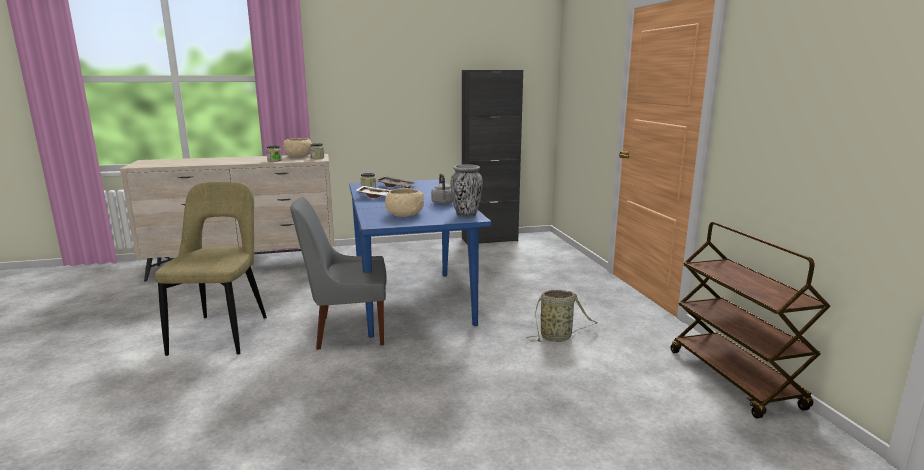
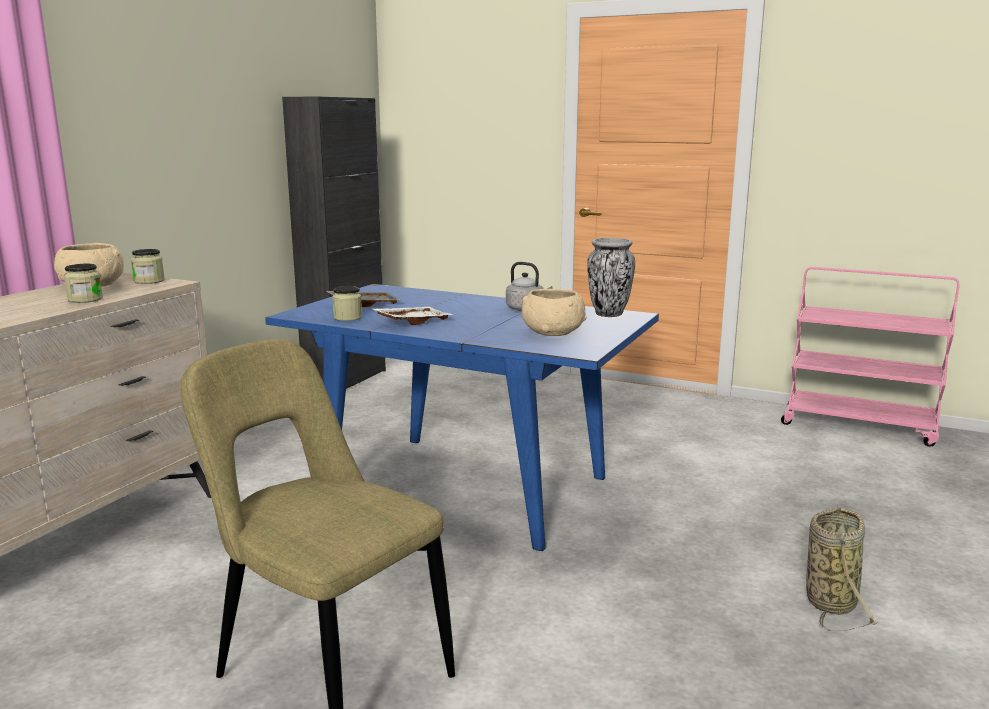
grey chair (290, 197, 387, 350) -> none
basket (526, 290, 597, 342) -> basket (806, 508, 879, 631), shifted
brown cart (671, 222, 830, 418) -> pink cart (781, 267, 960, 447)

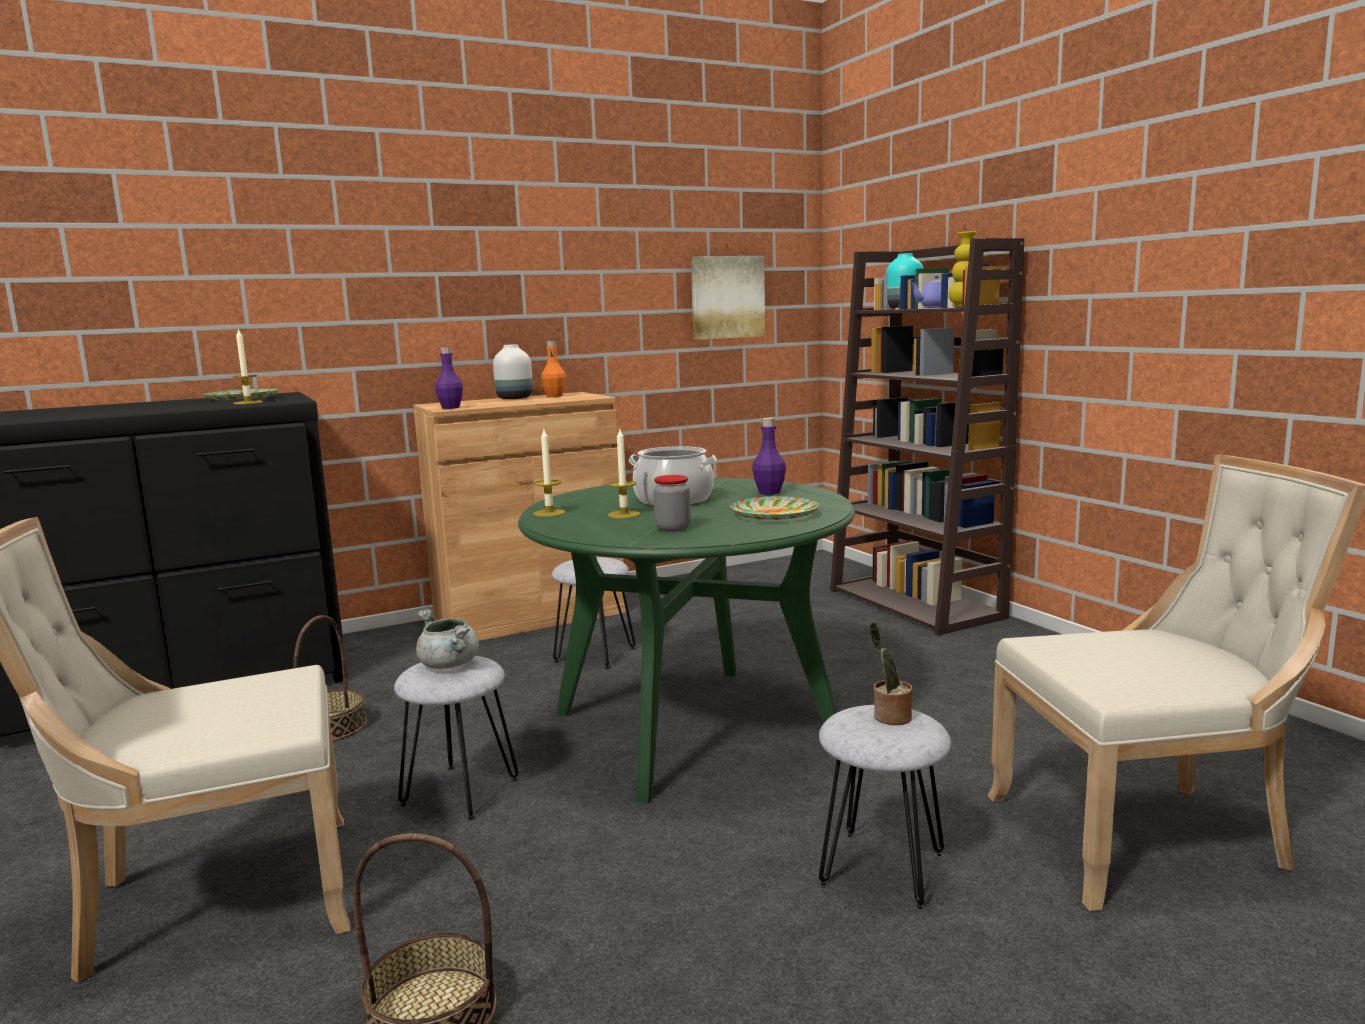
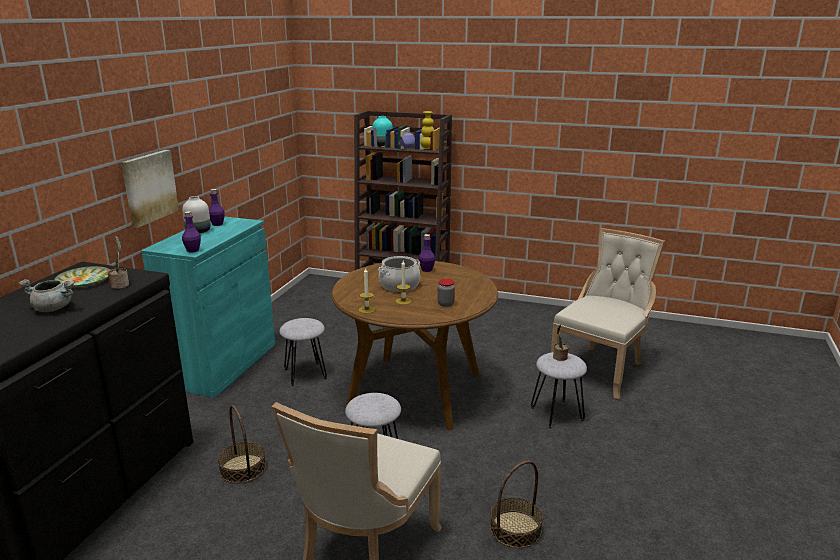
candle (232, 328, 263, 404) -> potted plant (108, 236, 129, 289)
brown cabinet (413, 392, 626, 641) -> turquoise cabinet (141, 217, 275, 398)
grey cooking pot (416, 609, 479, 669) -> grey cooking pot (19, 279, 75, 312), shifted
green dining table (518, 478, 855, 803) -> brown dining table (331, 261, 498, 431)
orange bottle (541, 341, 566, 397) -> purple bottle (209, 189, 225, 226)
picture (691, 256, 765, 340) -> picture (121, 150, 179, 228), shifted
plate (730, 496, 819, 520) -> none

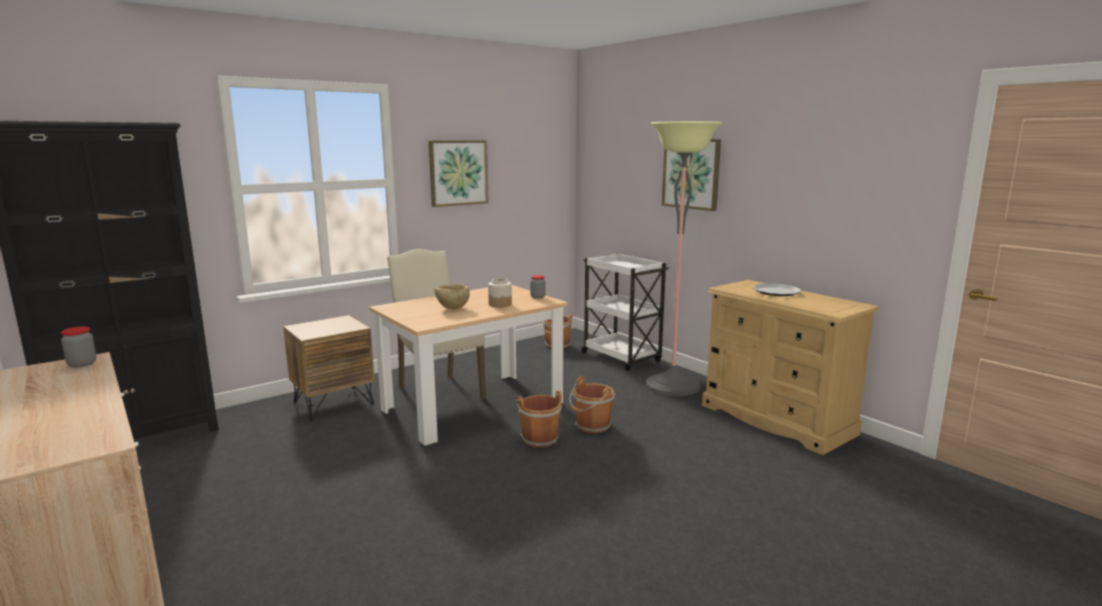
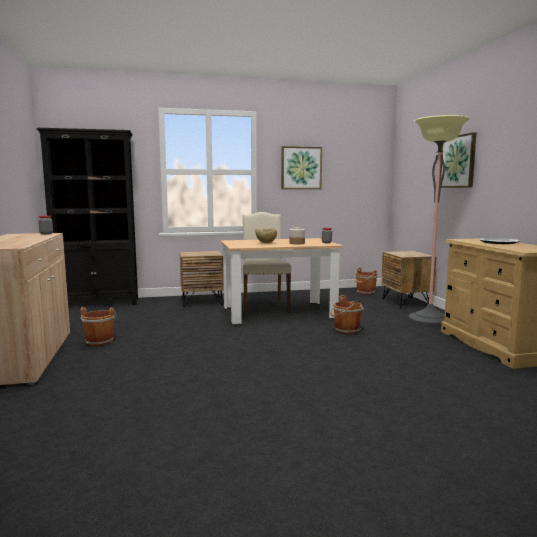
brown bucket (516, 391, 562, 448) -> brown bucket (81, 307, 117, 346), shifted
white cart (581, 253, 669, 371) -> brown nightstand (381, 251, 437, 308)

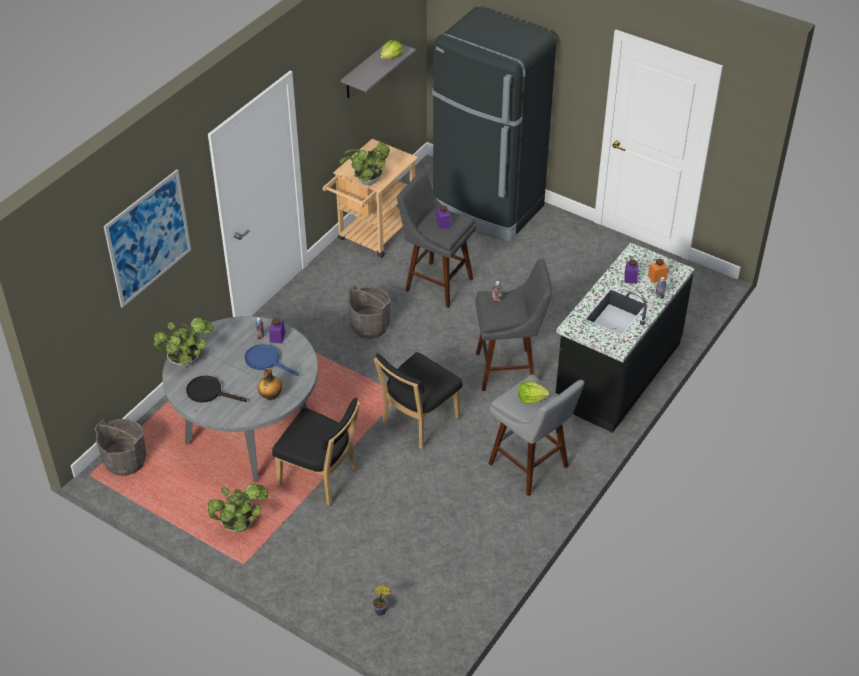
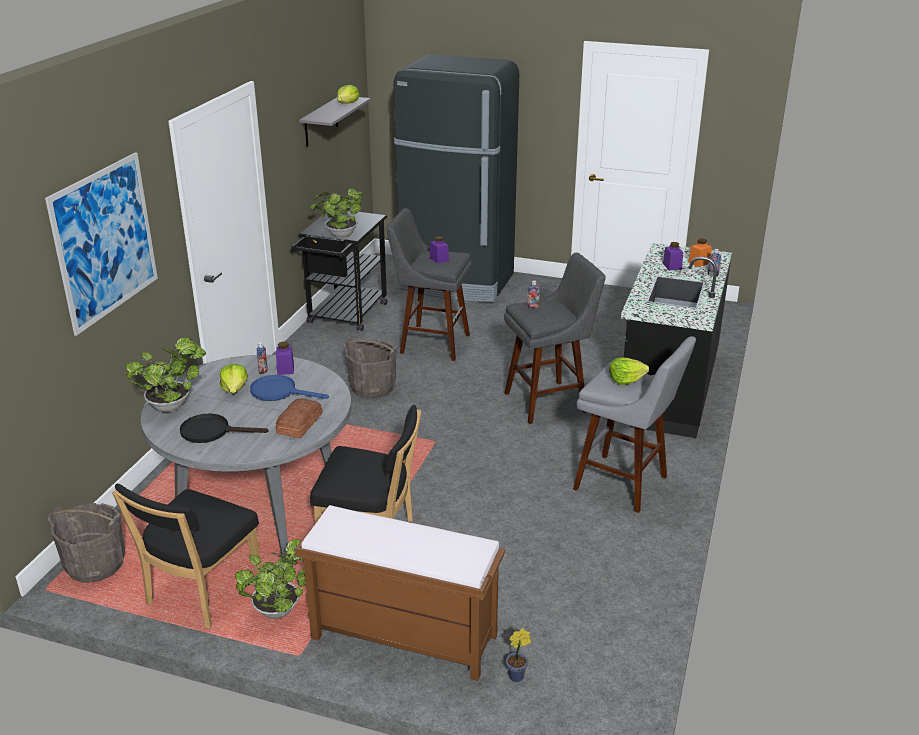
bottle (258, 368, 282, 400) -> bread (276, 399, 322, 438)
beige cart (323, 139, 418, 258) -> black cart (291, 210, 388, 331)
black chair (374, 352, 463, 449) -> black chair (112, 484, 262, 628), shifted
none -> lettuce (220, 364, 248, 393)
none -> brown bench (295, 505, 505, 681)

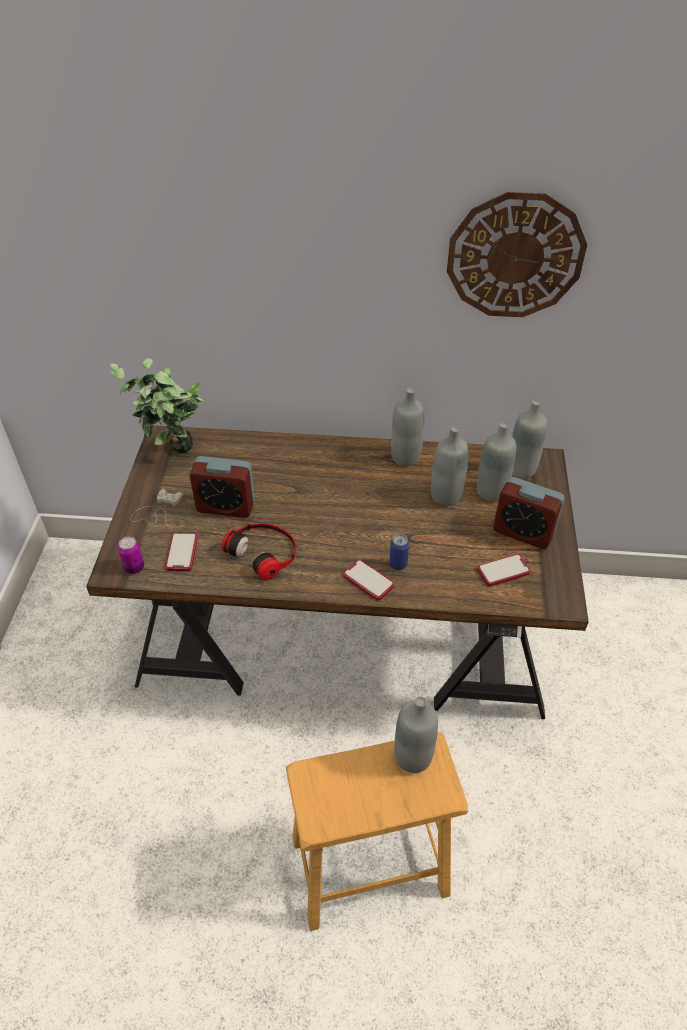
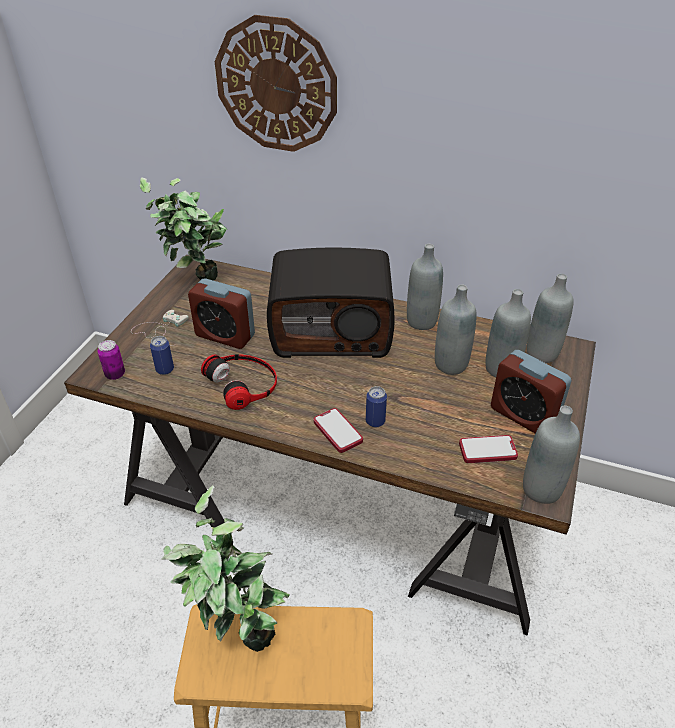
phone (165, 533, 198, 571) -> can (150, 336, 174, 375)
grey bottle (394, 696, 438, 773) -> grey bottle (523, 406, 580, 504), shifted
wall clock (447, 192, 587, 317) -> wall clock (215, 15, 337, 152), shifted
none -> potted plant (162, 485, 290, 652)
none -> radio (267, 247, 395, 358)

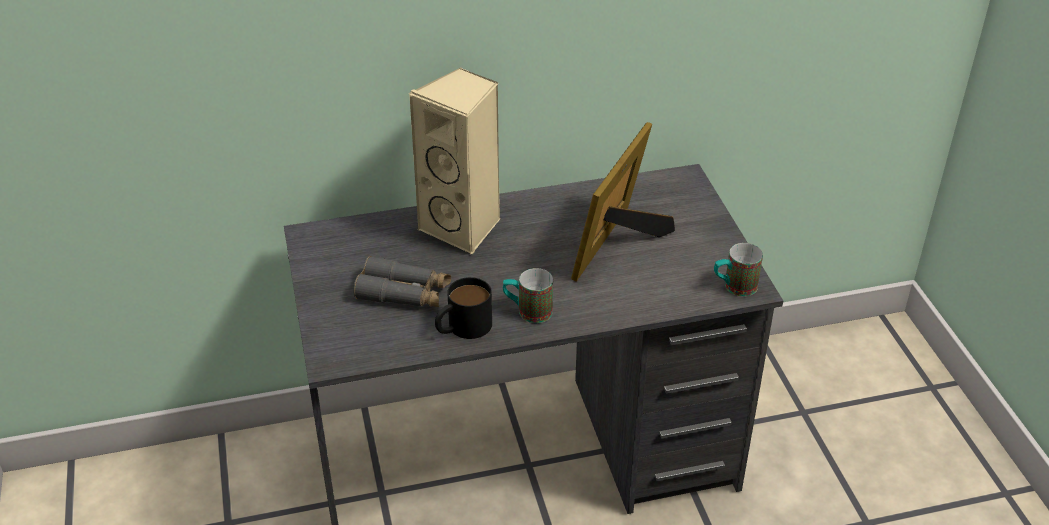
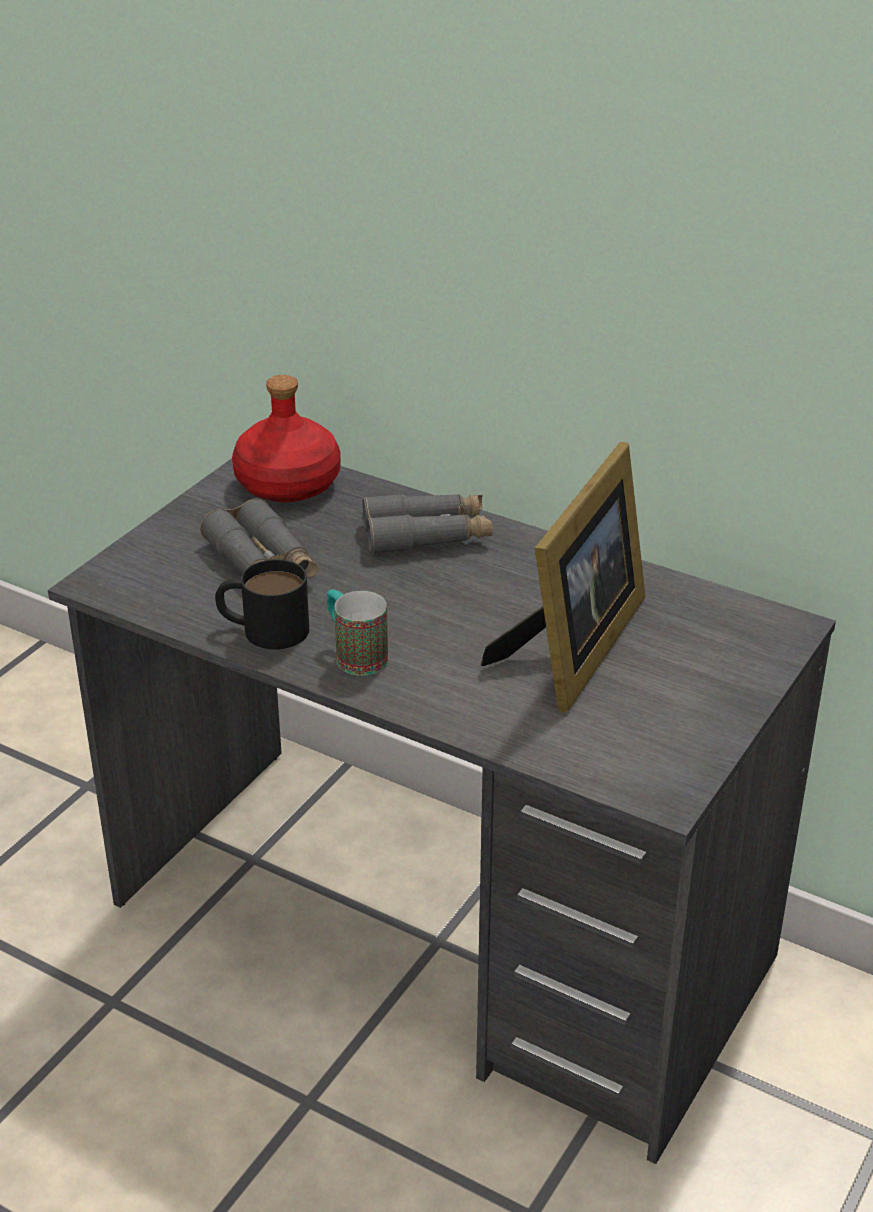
beige speaker (409, 68, 501, 255) -> grey binoculars (362, 494, 493, 554)
picture frame (571, 122, 675, 282) -> picture frame (481, 442, 646, 713), 135 degrees clockwise
mug (714, 243, 763, 297) -> none
none -> red bottle (232, 375, 341, 502)

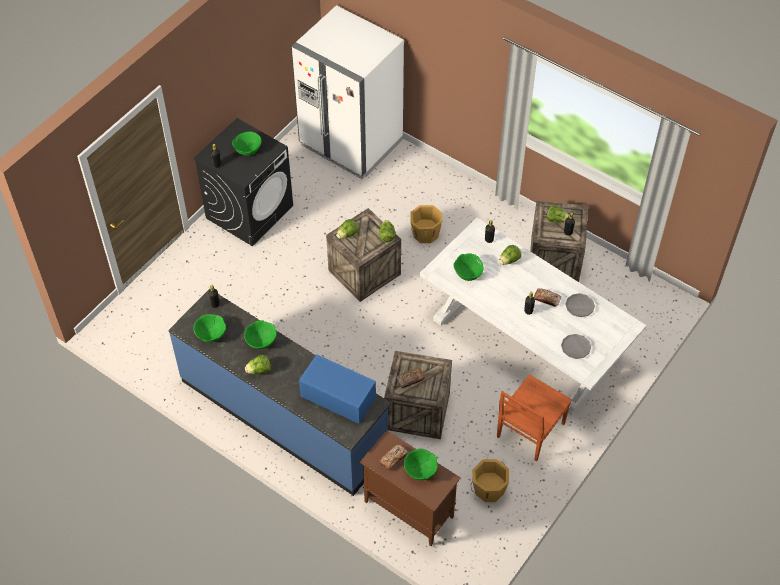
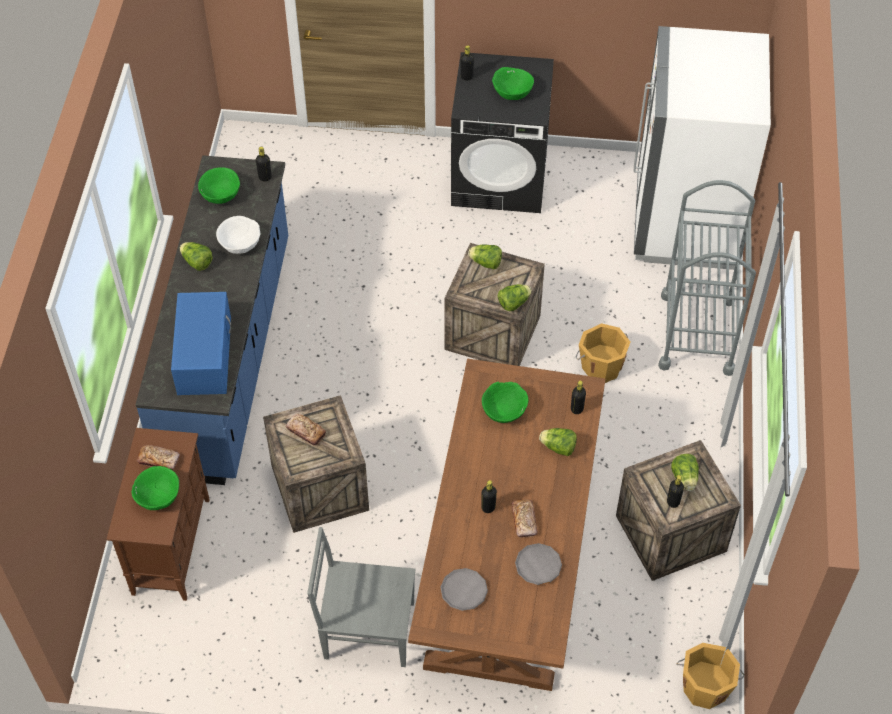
green bowl (244, 320, 277, 349) -> white bowl (216, 216, 260, 254)
white dining table (419, 218, 646, 416) -> brown dining table (408, 359, 605, 691)
orange bucket (471, 459, 509, 502) -> orange bucket (676, 643, 745, 709), shifted
brown chair (497, 374, 572, 461) -> grey chair (307, 527, 416, 667)
none -> grey cart (658, 180, 756, 376)

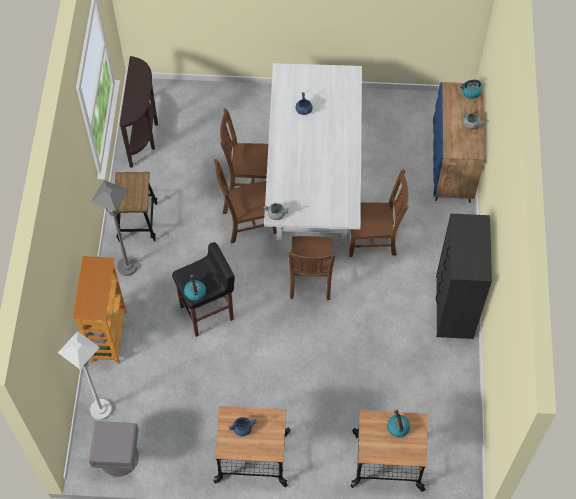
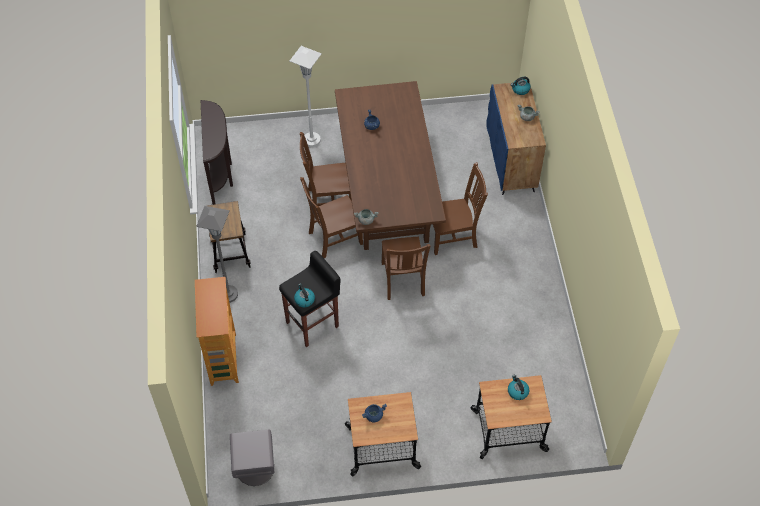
white floor lamp (58, 331, 112, 420) -> white floor lamp (290, 46, 322, 147), shifted
white dining table (264, 63, 362, 242) -> brown dining table (335, 81, 446, 250)
black dresser (436, 213, 492, 339) -> none

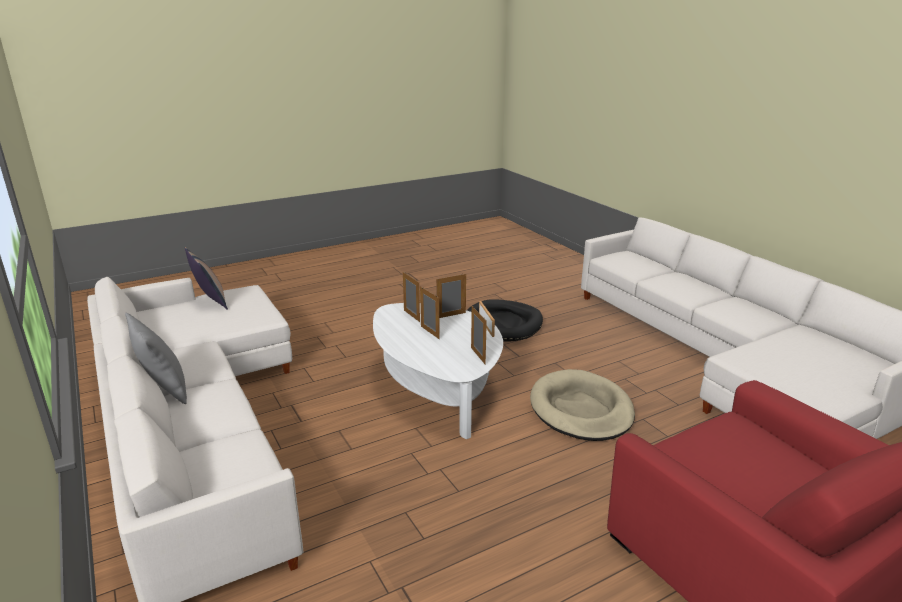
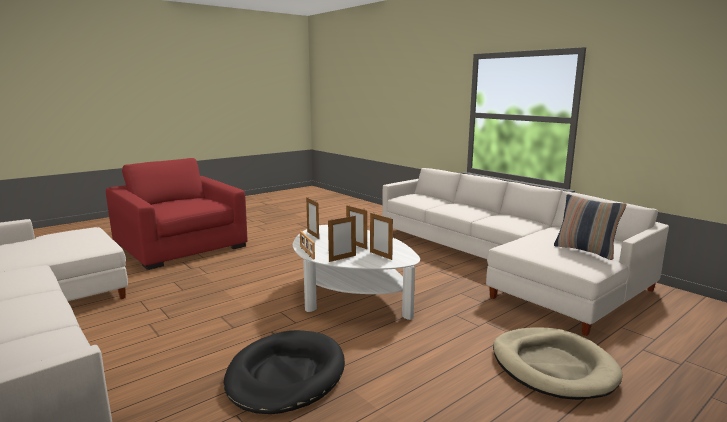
grey pillow (125, 313, 187, 404) -> none
beige dog bed (530, 369, 635, 441) -> beige dog bed (493, 327, 623, 400), shifted

